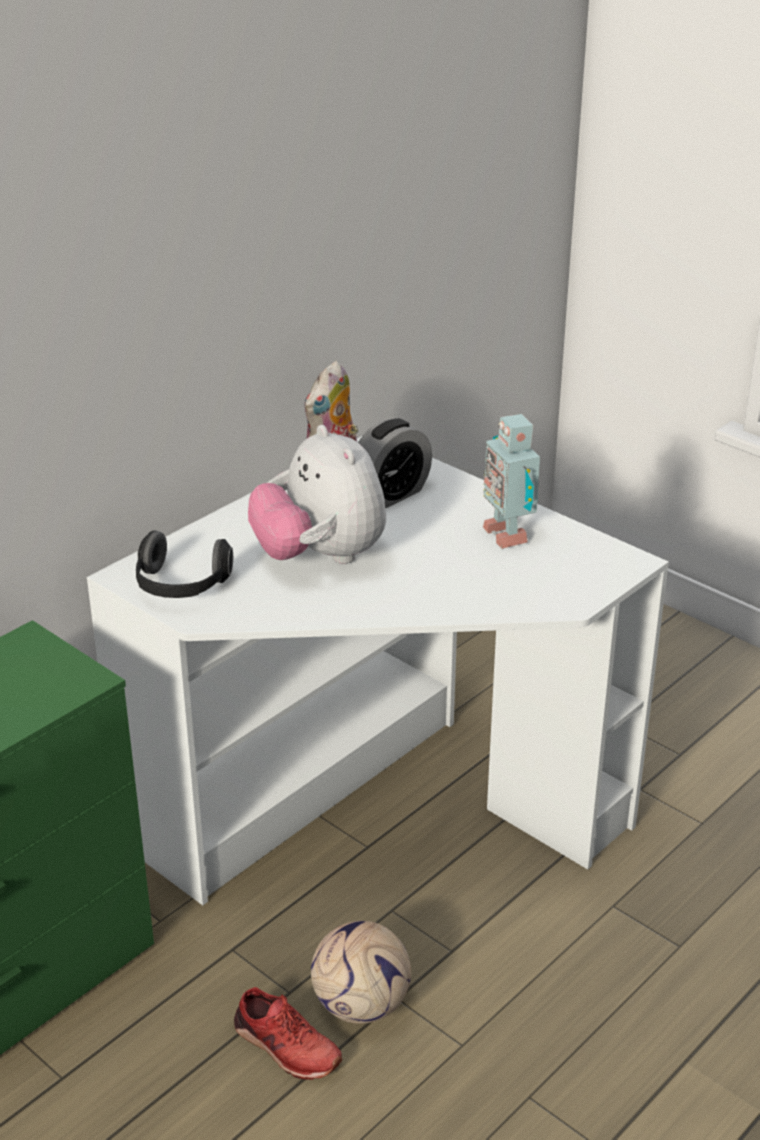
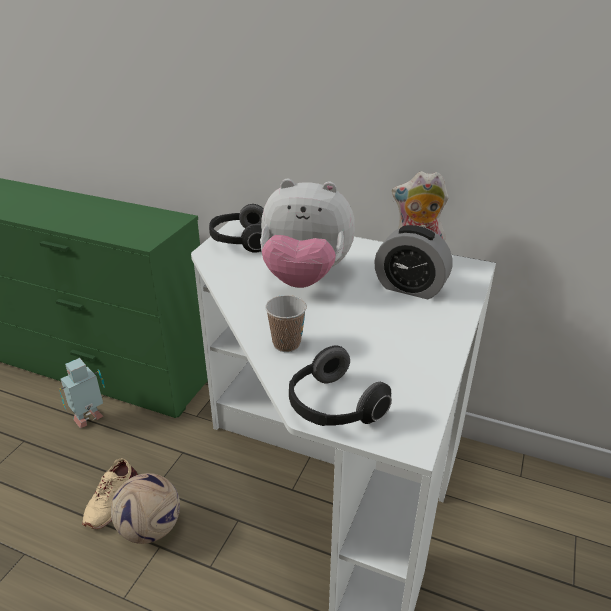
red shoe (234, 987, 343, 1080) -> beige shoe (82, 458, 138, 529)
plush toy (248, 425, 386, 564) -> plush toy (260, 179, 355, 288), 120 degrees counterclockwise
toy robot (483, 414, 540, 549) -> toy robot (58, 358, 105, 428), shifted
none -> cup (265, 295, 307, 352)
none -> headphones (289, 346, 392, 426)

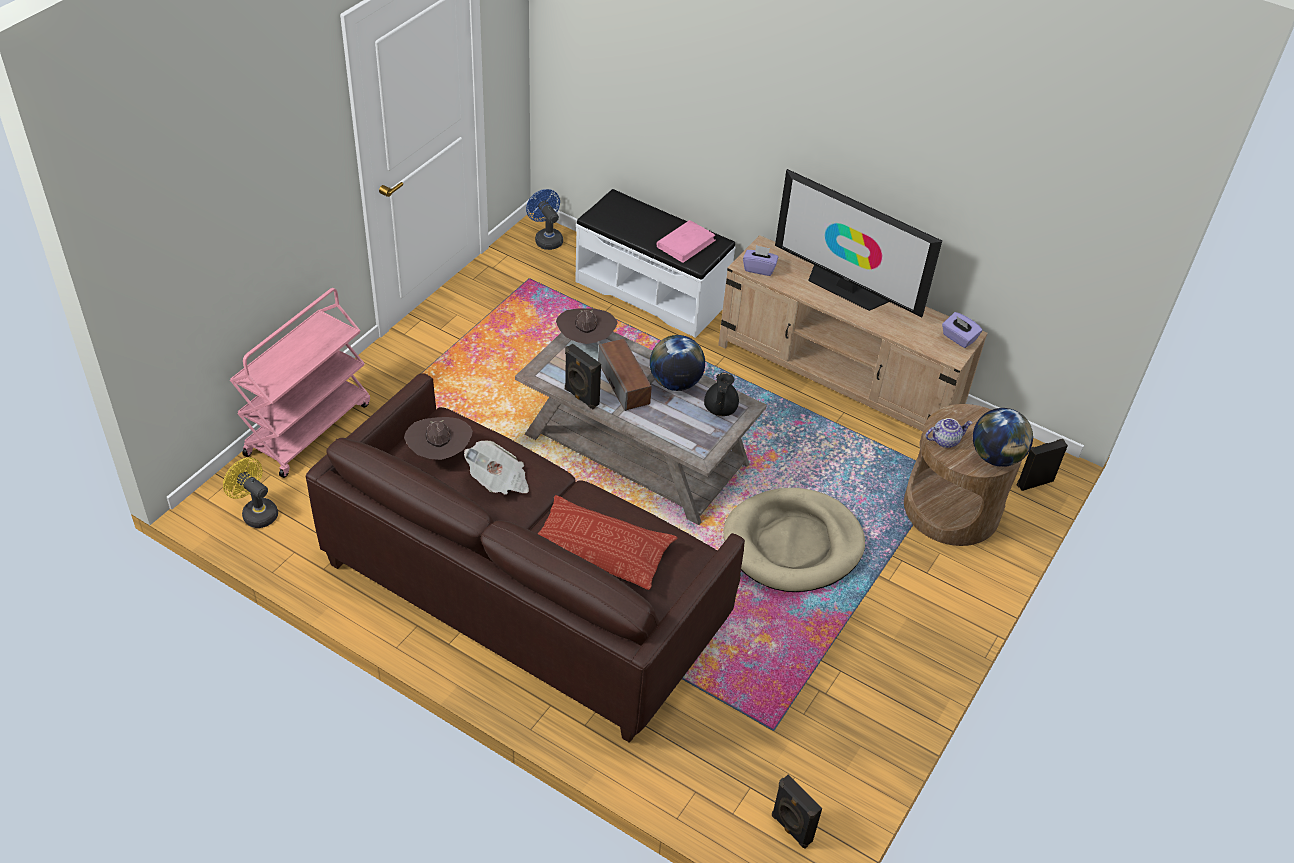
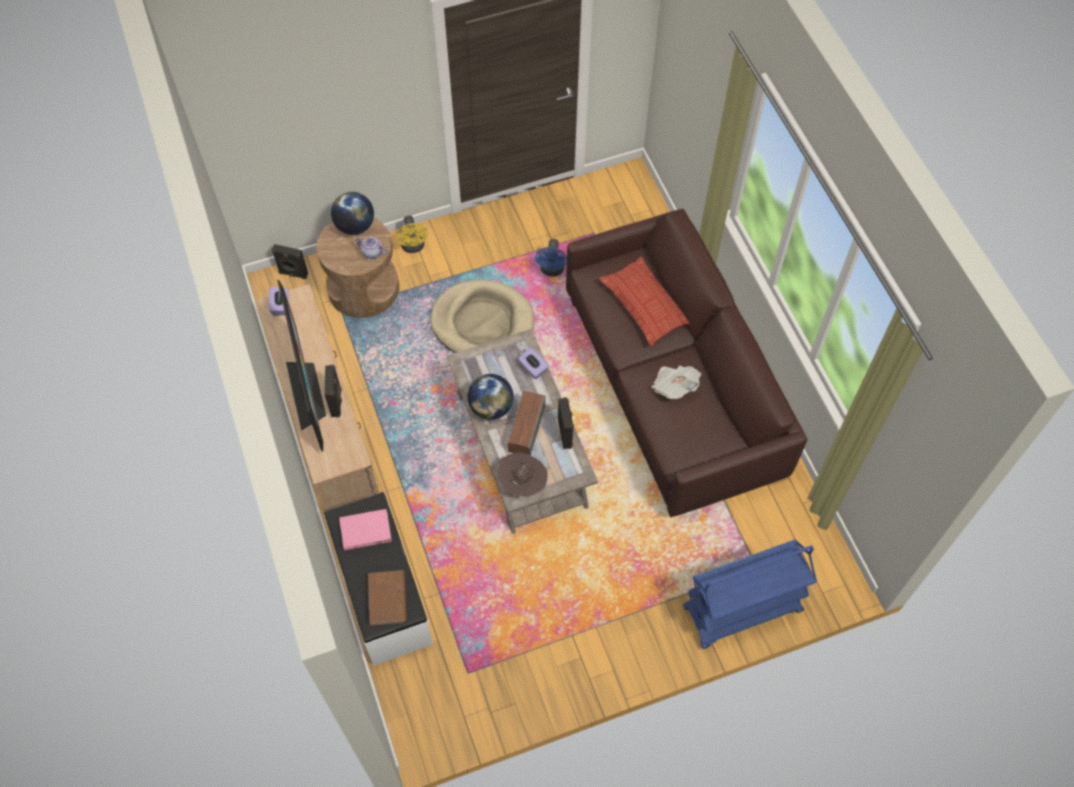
yellow fan (223, 458, 278, 528) -> yellow fan (397, 215, 428, 253), shifted
pink cart (230, 288, 370, 478) -> blue cart (683, 540, 817, 649)
brown hat (404, 417, 473, 460) -> none
blue fan (526, 189, 563, 250) -> blue fan (535, 239, 567, 277), shifted
black teapot (704, 373, 739, 416) -> none
purple tissue box (743, 245, 778, 276) -> purple tissue box (518, 347, 549, 379), shifted
black speaker (772, 775, 822, 848) -> black speaker (324, 365, 342, 417), shifted
none -> brown book (368, 570, 407, 626)

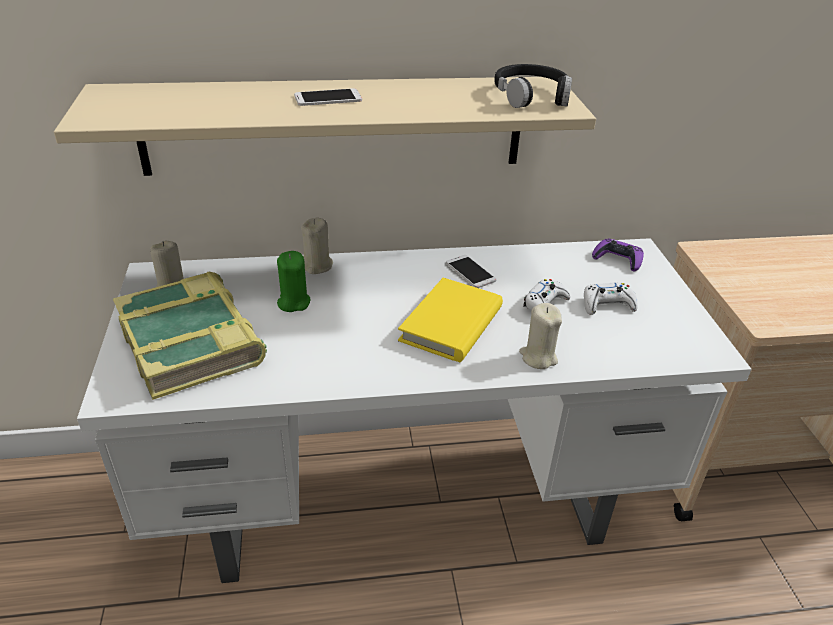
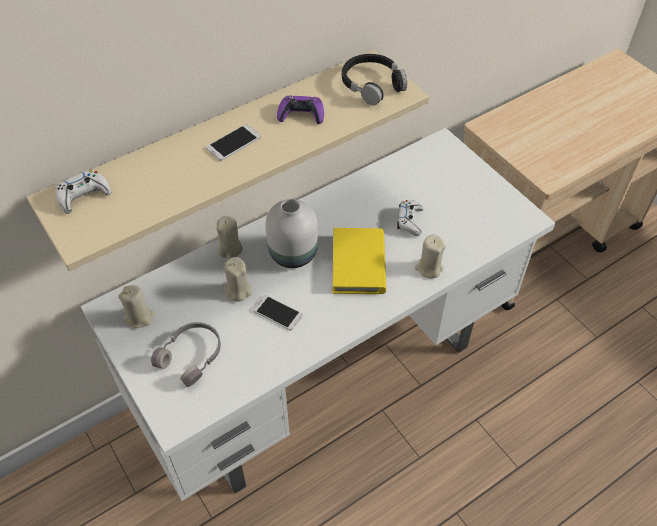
book (113, 272, 267, 400) -> grey headphones (151, 322, 221, 387)
green candle (277, 251, 310, 312) -> beige candle (224, 257, 252, 302)
phone (446, 255, 497, 288) -> phone (253, 295, 303, 330), shifted
white game controller (584, 282, 638, 315) -> white game controller (55, 170, 111, 214), shifted
purple game controller (592, 239, 644, 272) -> purple game controller (277, 96, 324, 124), shifted
none -> white vase (265, 199, 318, 268)

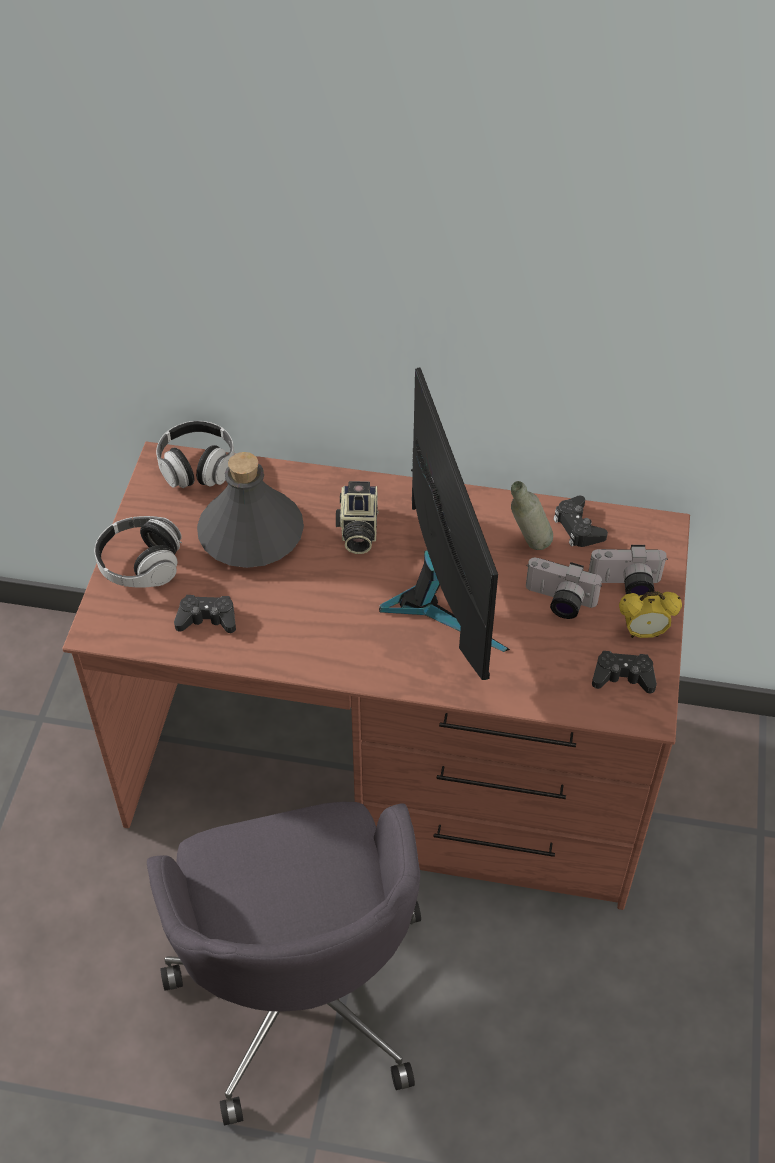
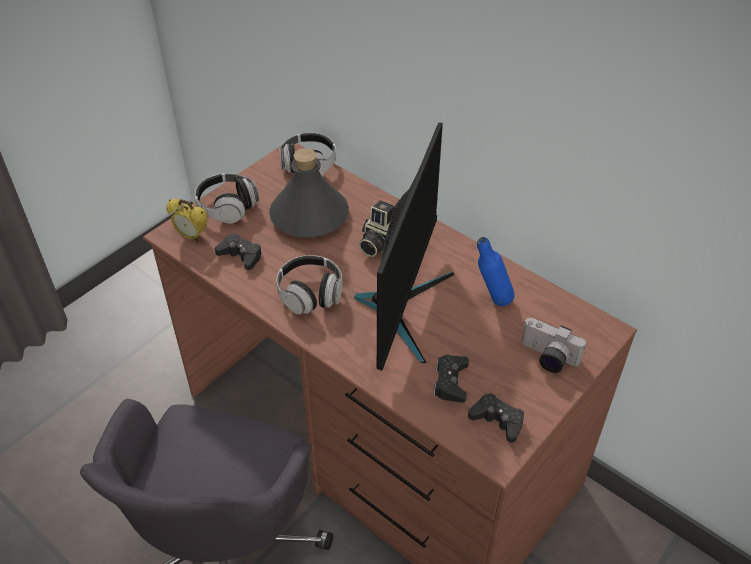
grey bottle (511, 481, 553, 550) -> blue bottle (477, 237, 514, 306)
photo camera (526, 558, 602, 619) -> none
black game controller (553, 496, 608, 547) -> black game controller (433, 355, 469, 403), shifted
alarm clock (619, 591, 682, 638) -> alarm clock (166, 199, 207, 242), shifted
none -> headphones (276, 255, 343, 315)

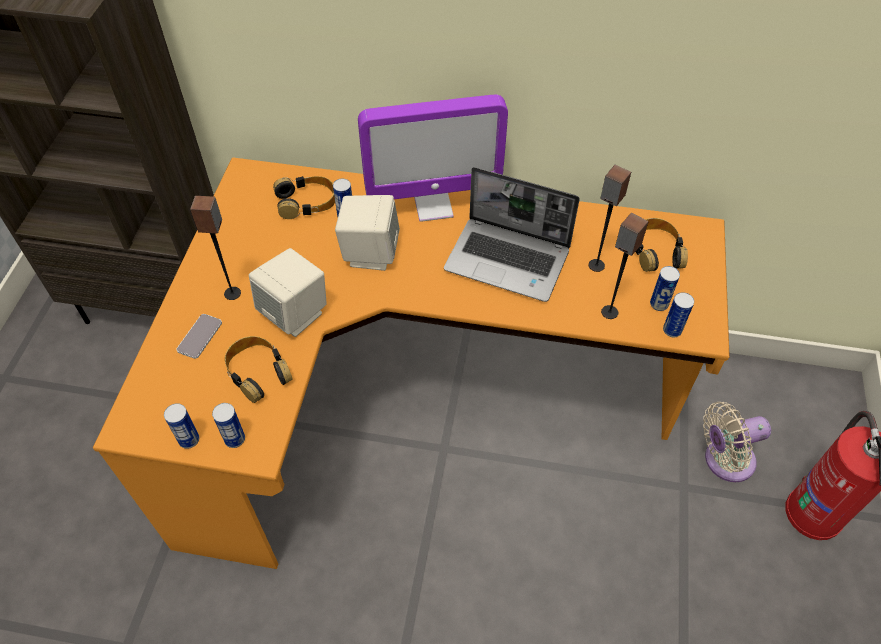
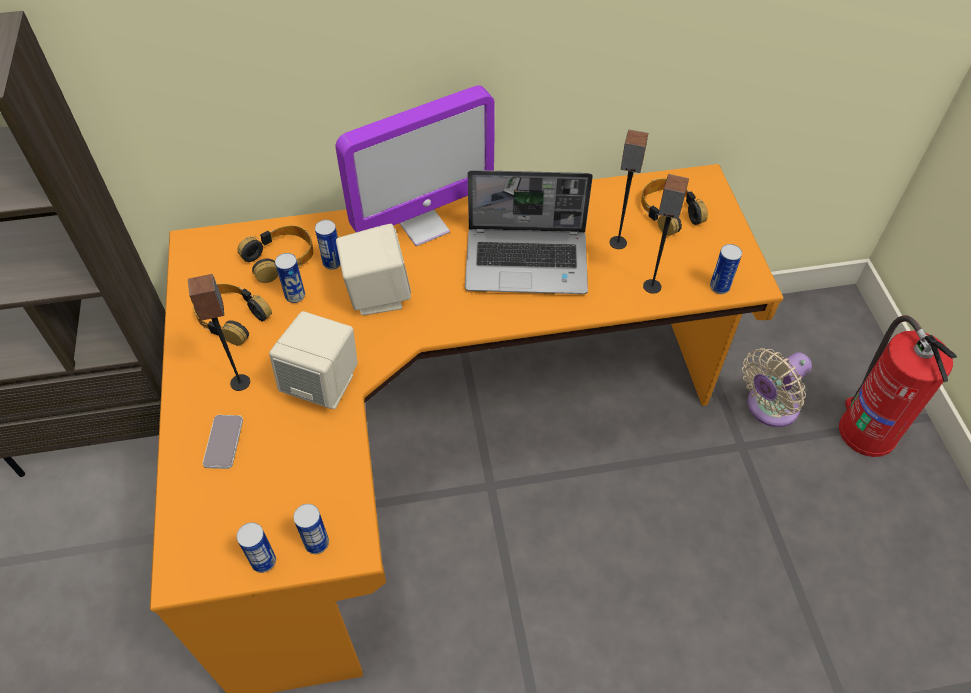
headphones (225, 336, 293, 403) -> headphones (193, 283, 272, 346), shifted
can (650, 266, 680, 311) -> can (275, 253, 305, 303), shifted

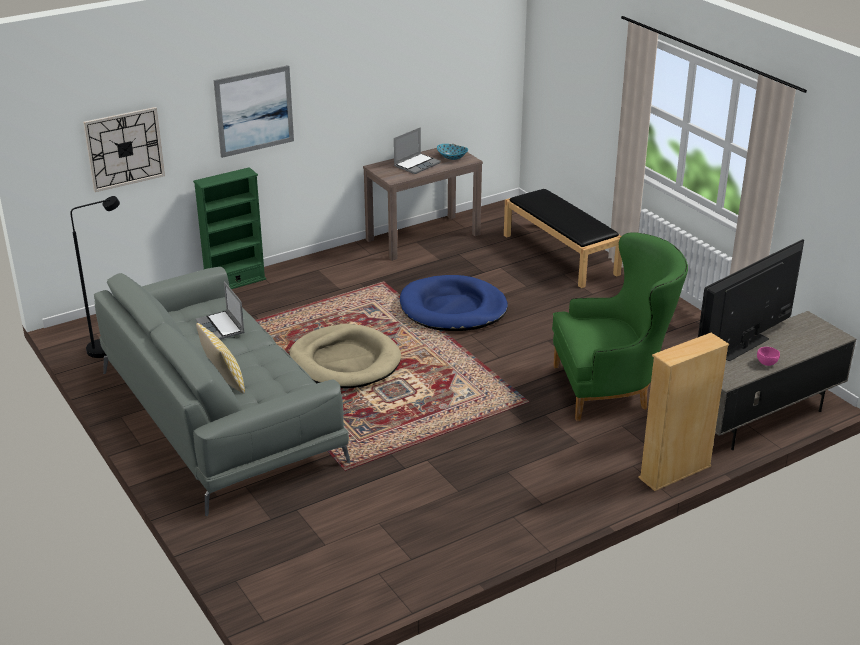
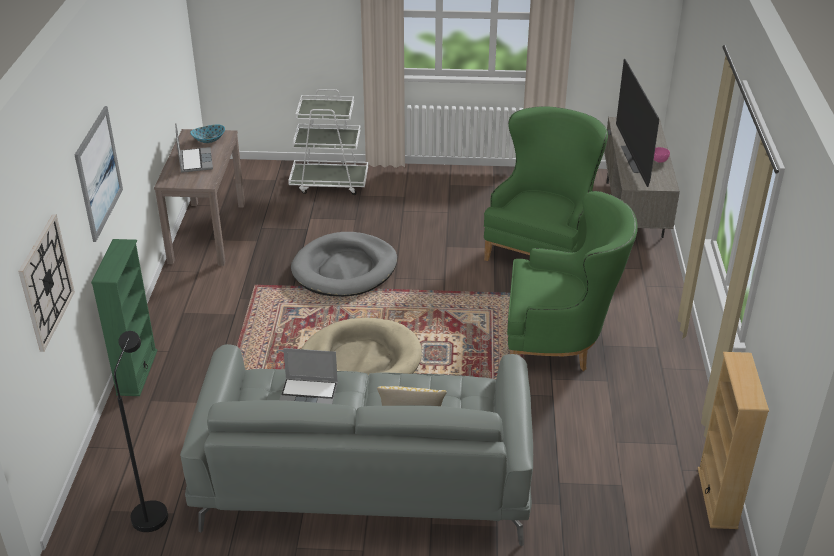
blue dog bed (400, 275, 508, 331) -> grey dog bed (291, 232, 397, 297)
black bench (504, 189, 622, 288) -> white cart (288, 89, 368, 195)
beige bookcase (638, 333, 729, 491) -> beige bookcase (698, 352, 769, 529), shifted
none -> green armchair (507, 191, 638, 371)

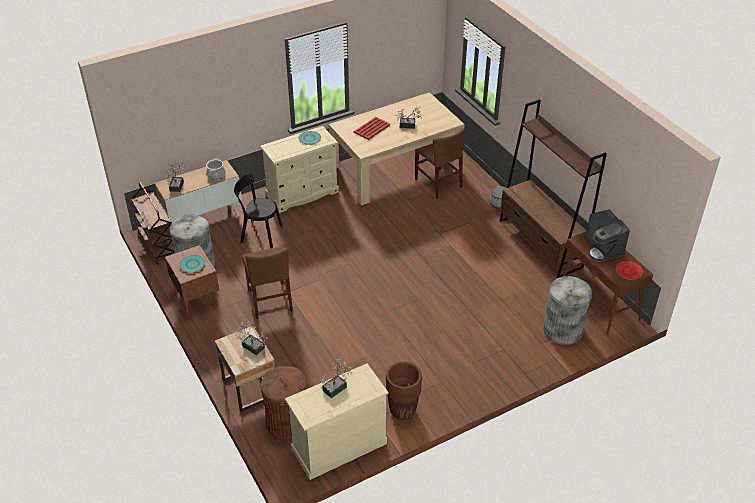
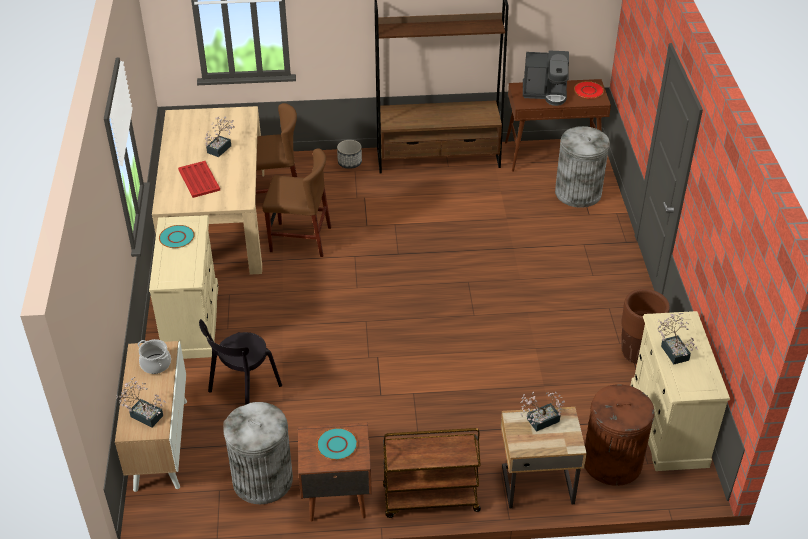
brown cart (131, 181, 174, 265) -> brown cart (383, 428, 481, 518), shifted
brown chair (242, 247, 293, 319) -> brown chair (262, 148, 331, 257), shifted

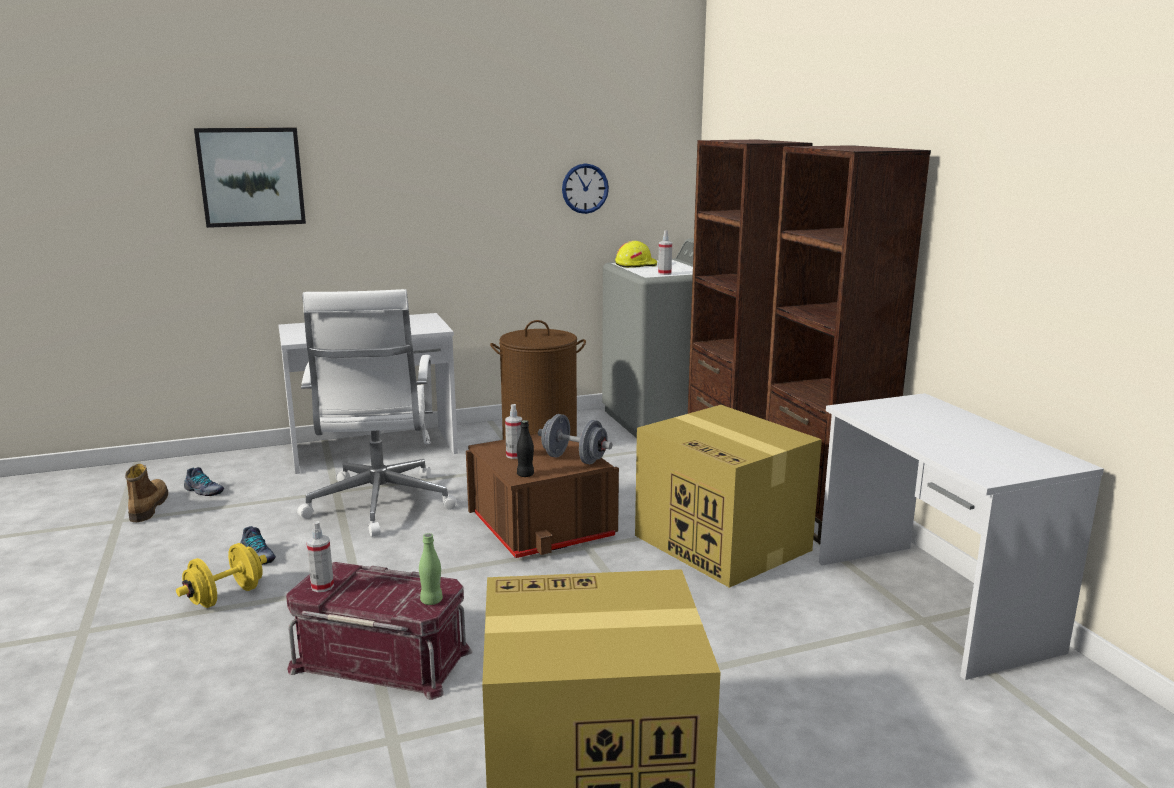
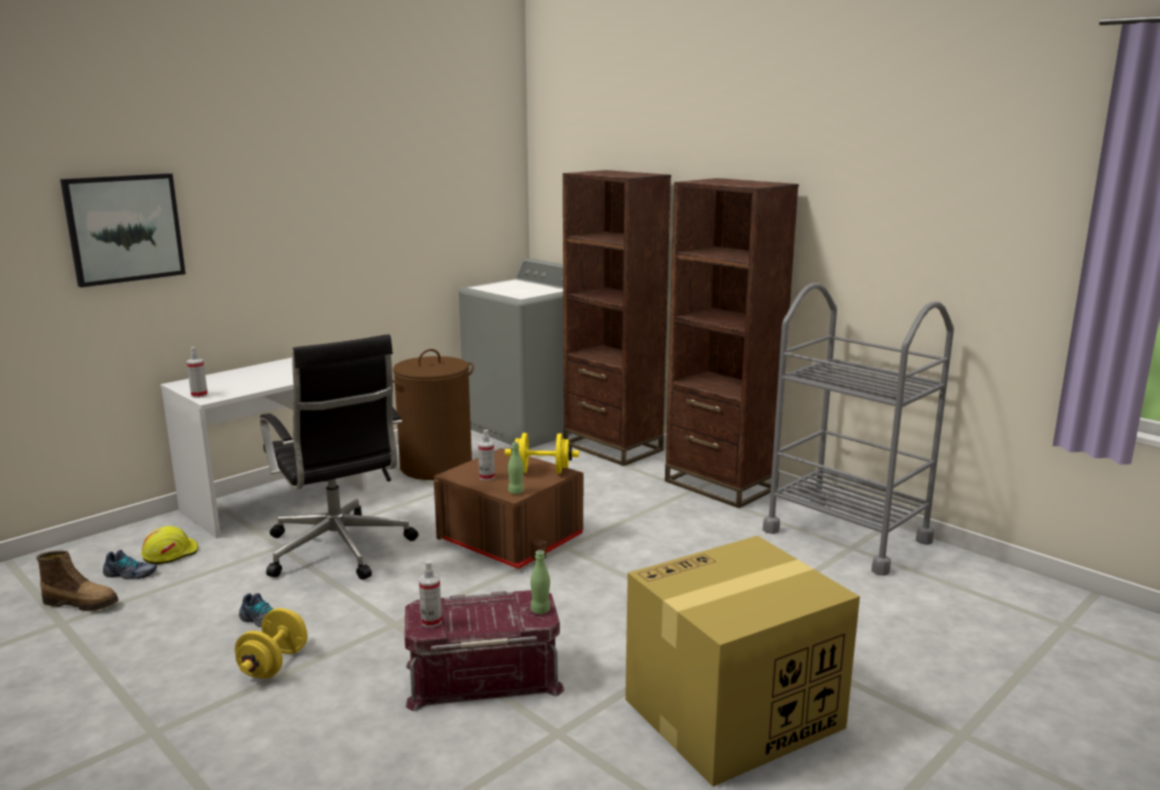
boot (125, 464, 168, 522) -> boot (36, 550, 119, 611), 135 degrees clockwise
white office chair (297, 289, 457, 537) -> black office chair (260, 334, 418, 580)
black bottle (517, 420, 534, 477) -> green bottle (508, 442, 524, 494)
grey dumbbell (538, 414, 612, 464) -> yellow dumbbell (505, 433, 579, 474)
wall clock (562, 163, 609, 214) -> none
yellow hard hat (615, 241, 657, 268) -> yellow hard hat (141, 526, 198, 565), shifted
cardboard box (635, 405, 822, 588) -> none
spray bottle (658, 230, 672, 275) -> spray bottle (187, 347, 208, 398), shifted
white desk (819, 393, 1104, 680) -> grey cart (763, 283, 954, 576)

